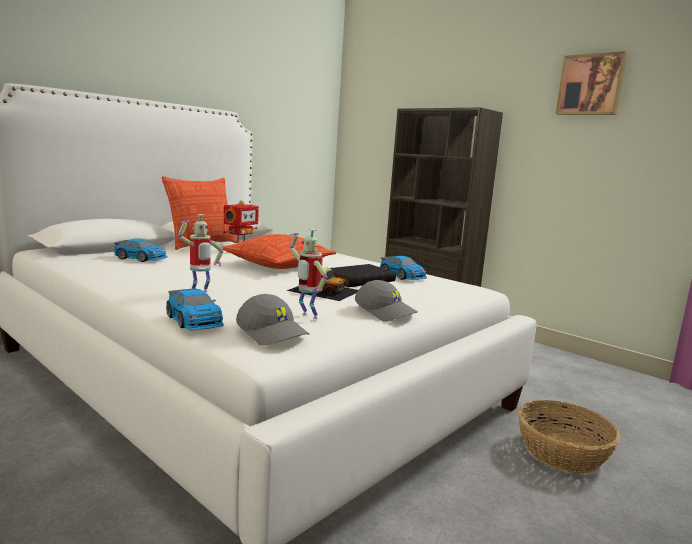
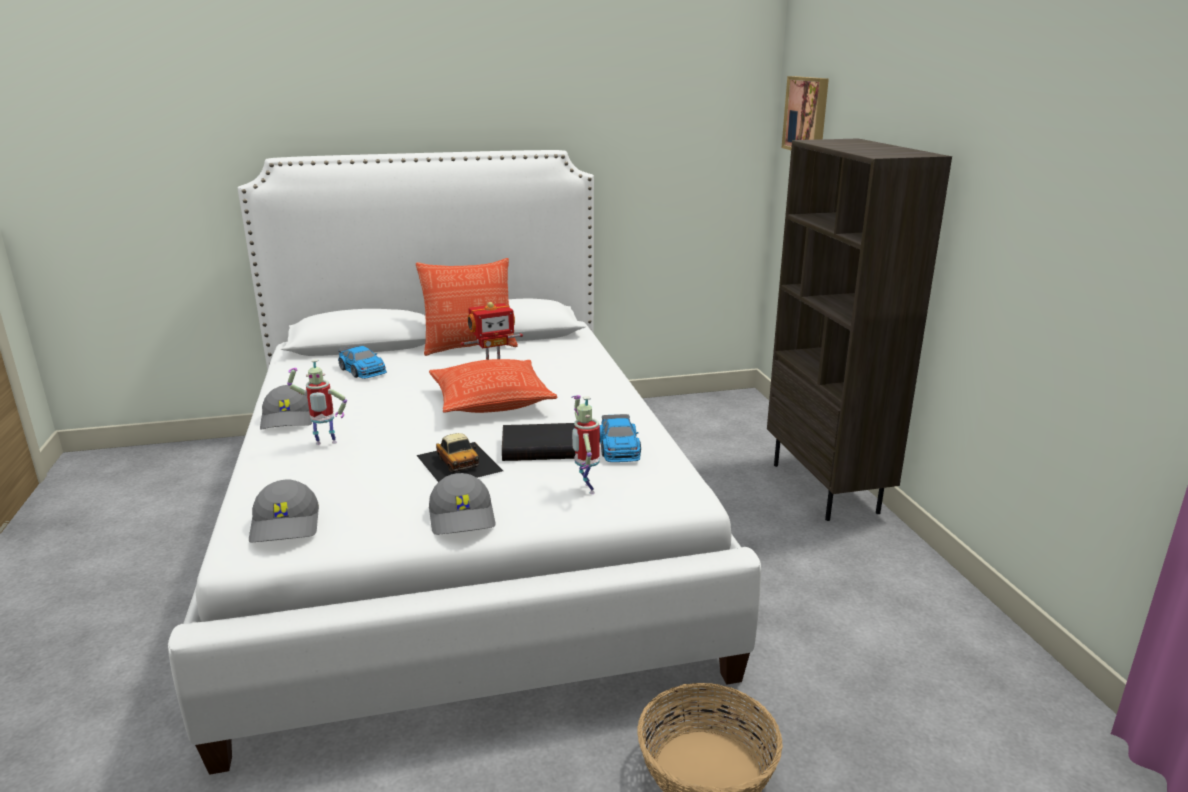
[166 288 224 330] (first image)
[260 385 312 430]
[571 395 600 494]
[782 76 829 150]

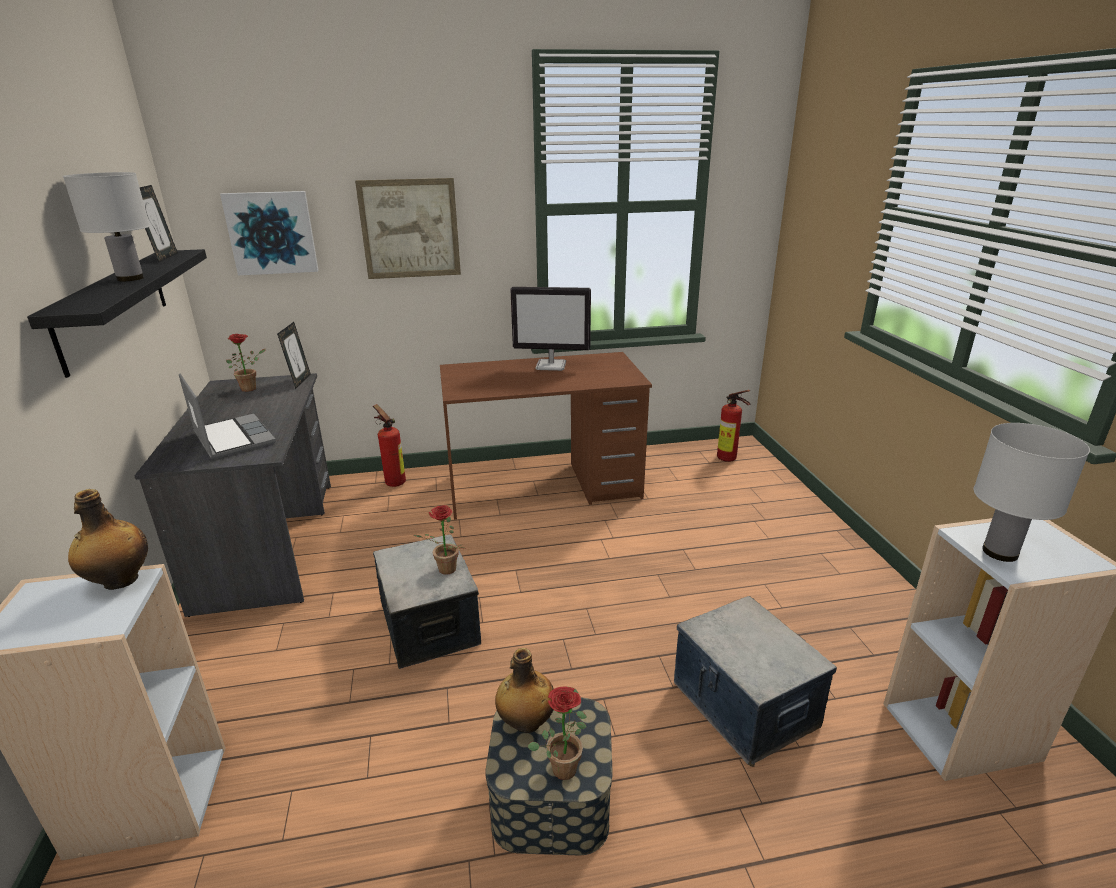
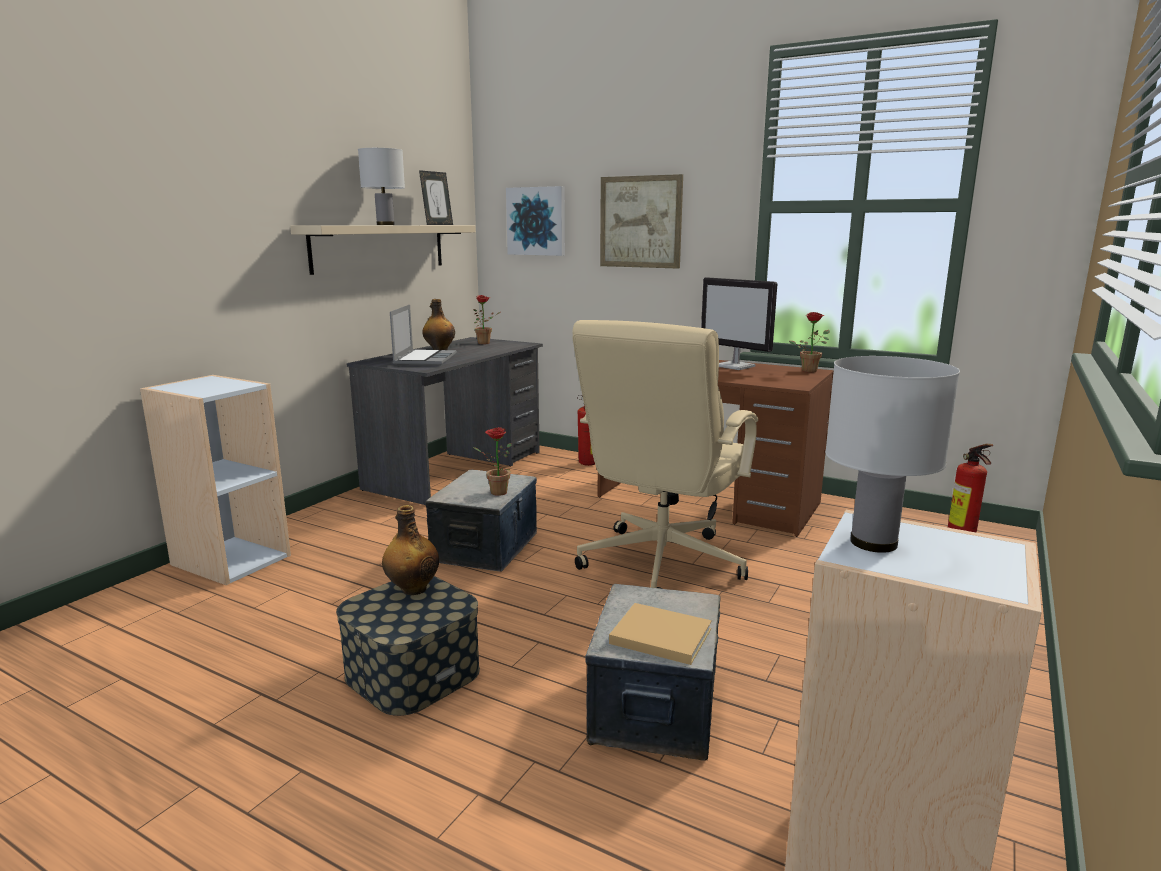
[277 322 311 389] (first image)
[572 320 758 589]
[609 603 712 665]
[422 299 455 350]
[789 312 830 372]
[290 225 476 275]

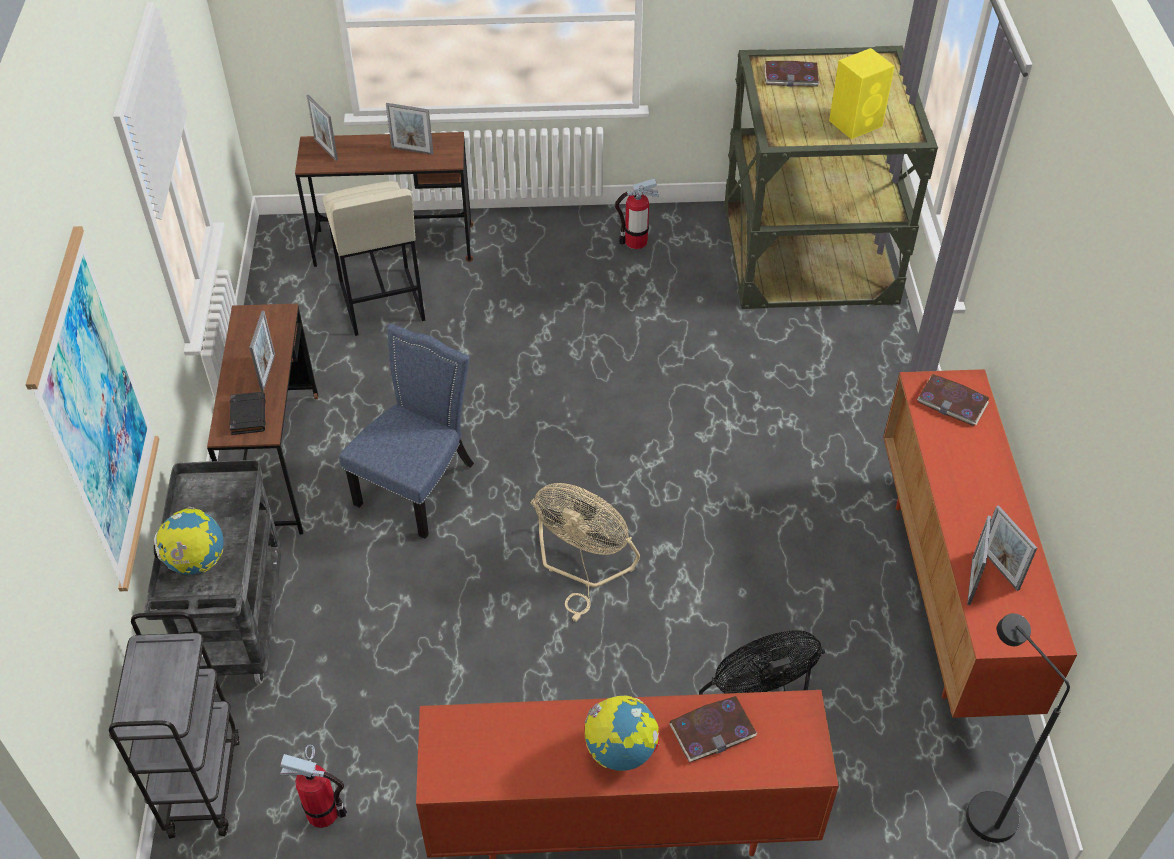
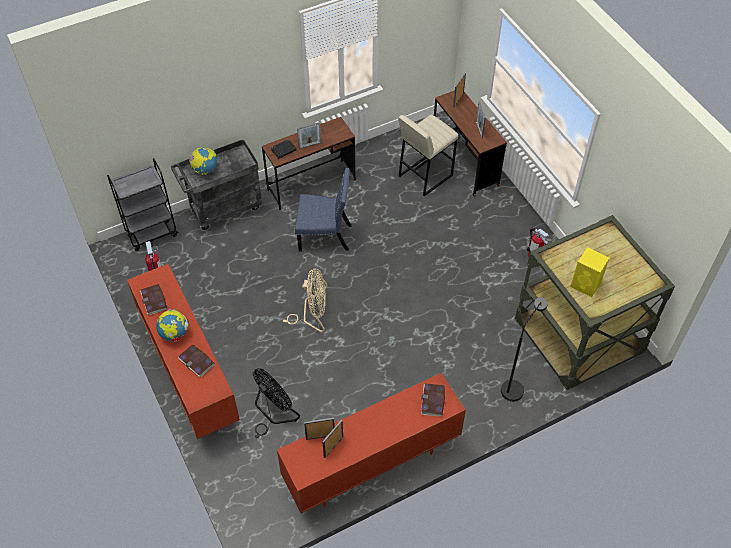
[26 226 159 591] (first image)
[140 284 167 315]
[501 297 547 402]

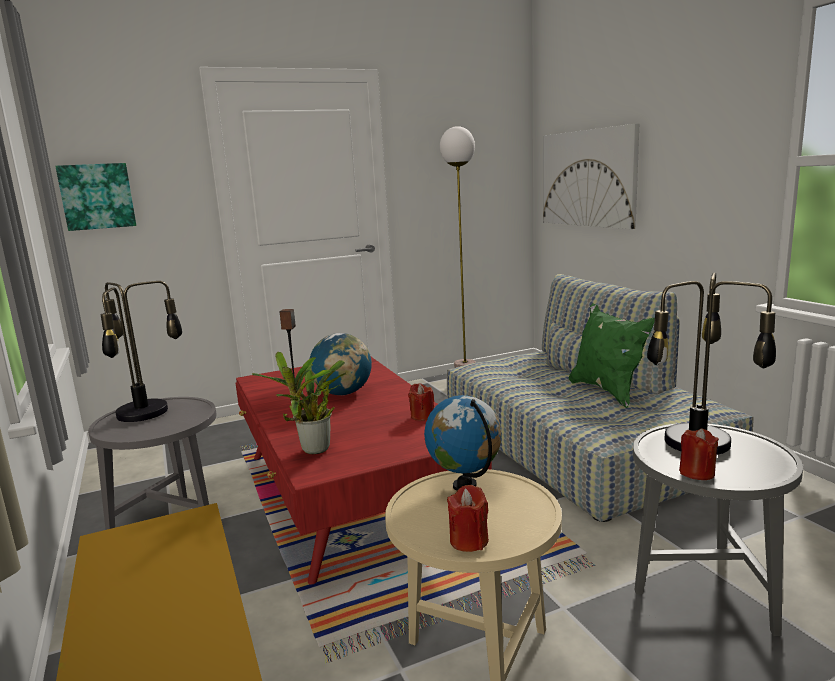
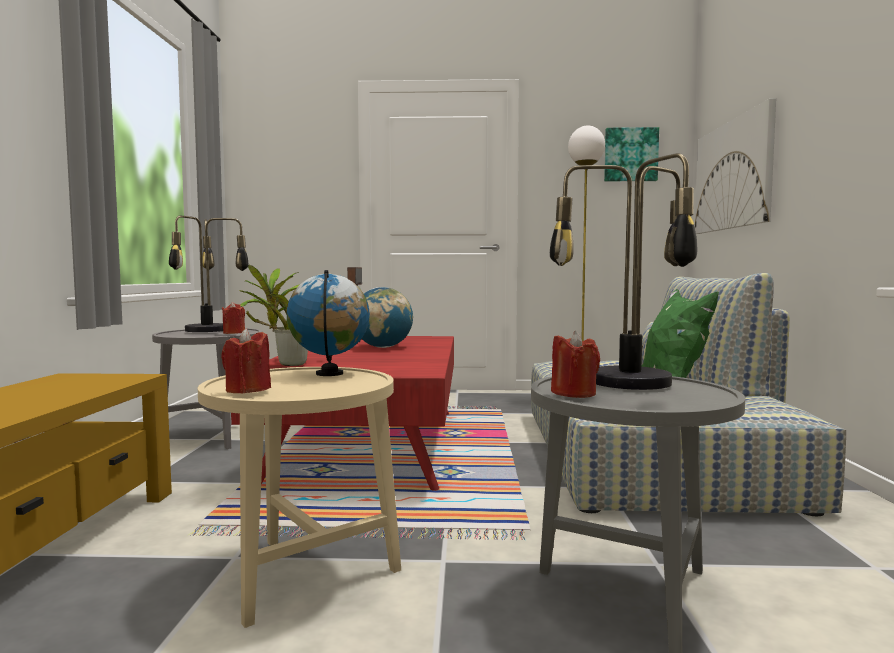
[604 127 659 181]
[222 302 245 334]

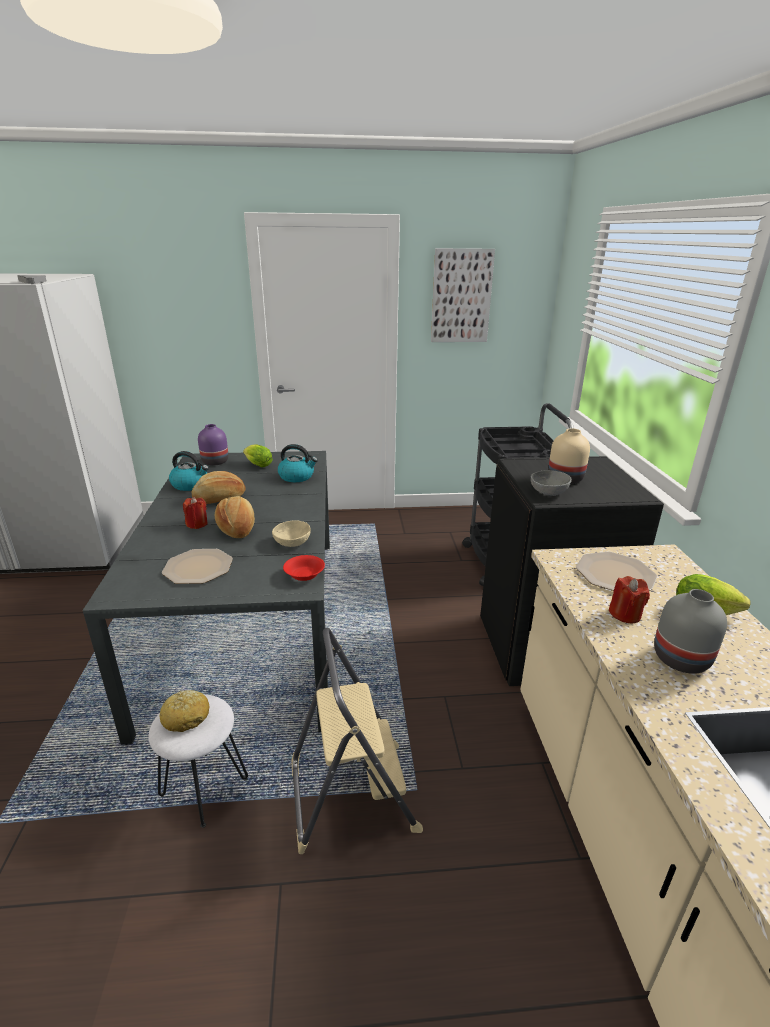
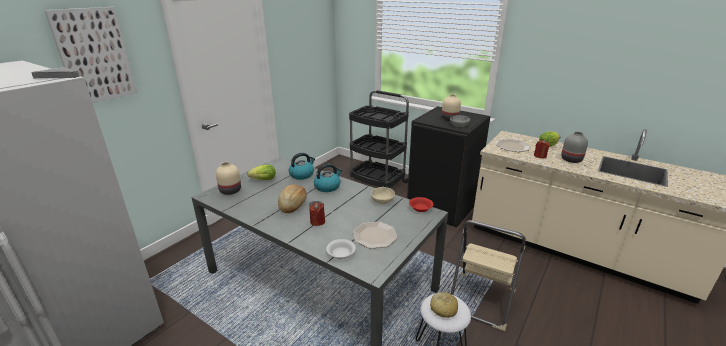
[215 496 255 538] (first image)
[326 239 356 259]
[314 164 342 192]
[44 7 137 103]
[216 162 241 195]

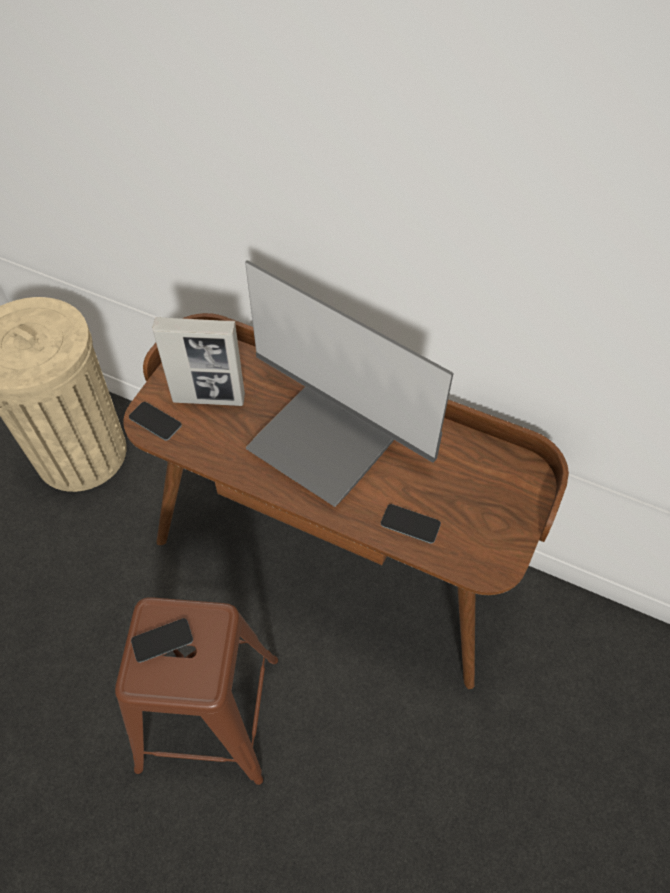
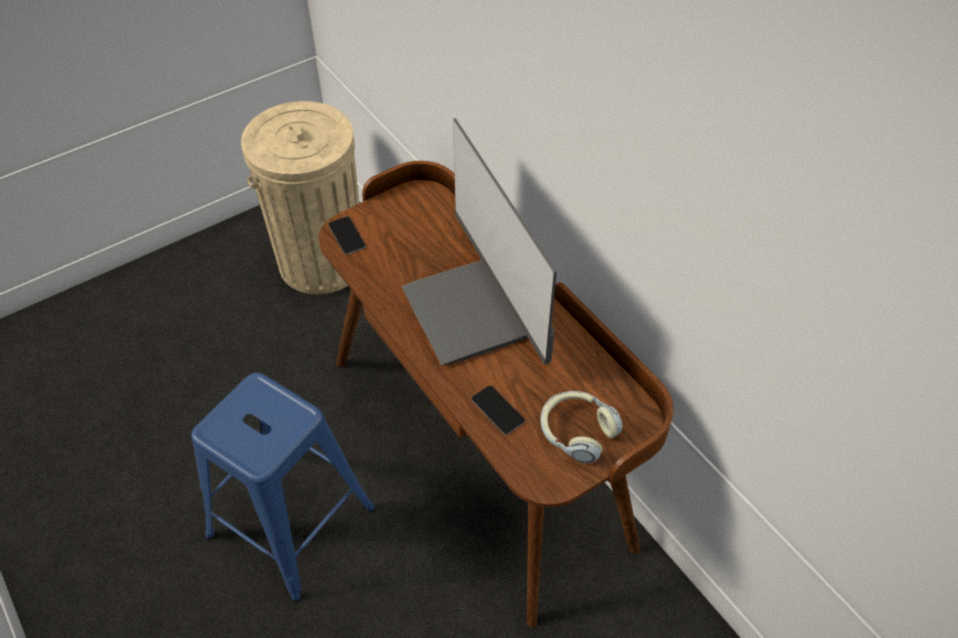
[131 618 193 663] (first image)
[152 317 245 406] (first image)
[541 391 623 464]
[191 373 376 603]

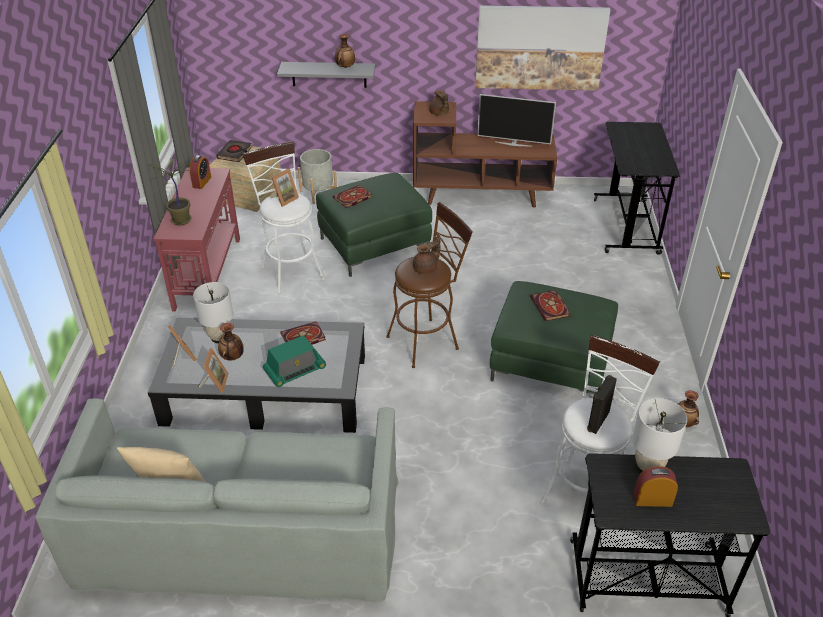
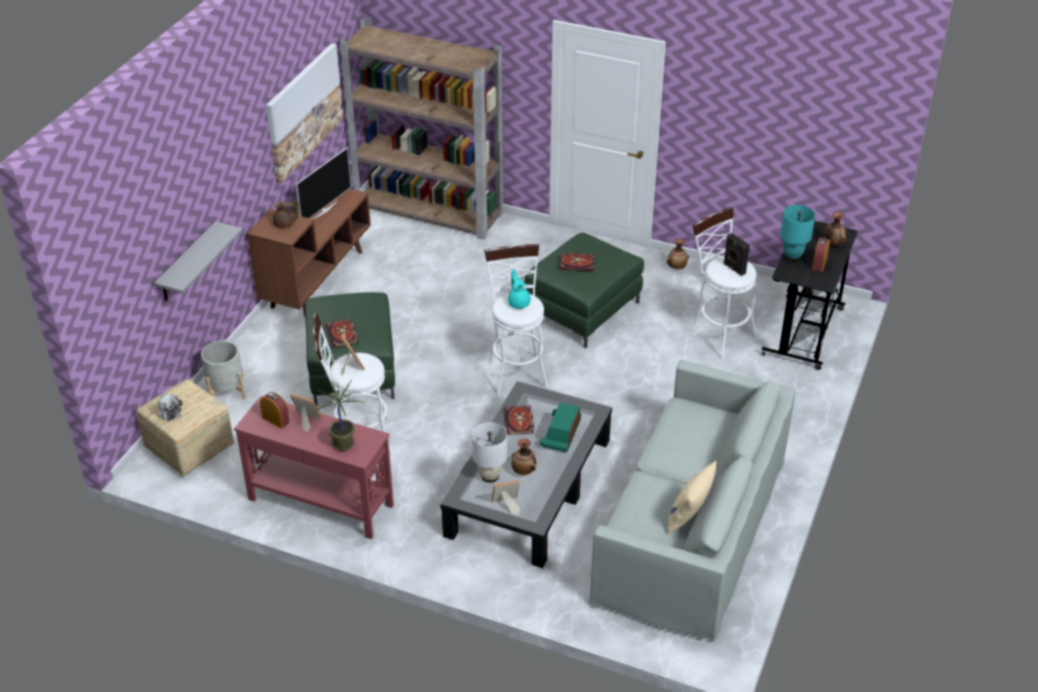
[290 393 322 433]
[824 212 846 246]
[157 393 183 421]
[340 18 503 240]
[484 244 548 395]
[508 269 531 309]
[780 205 815 261]
[540 403 581 452]

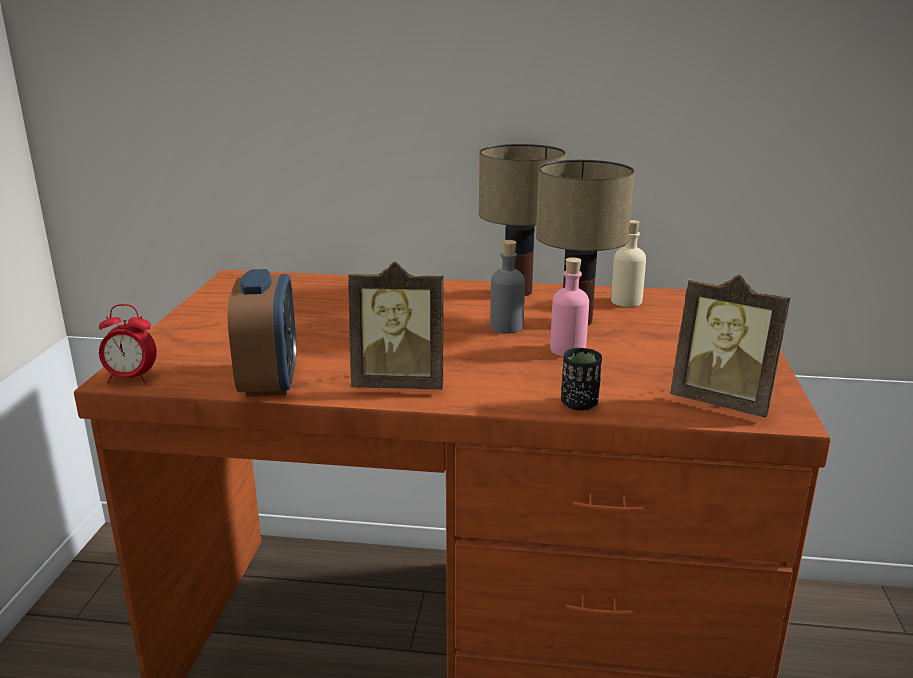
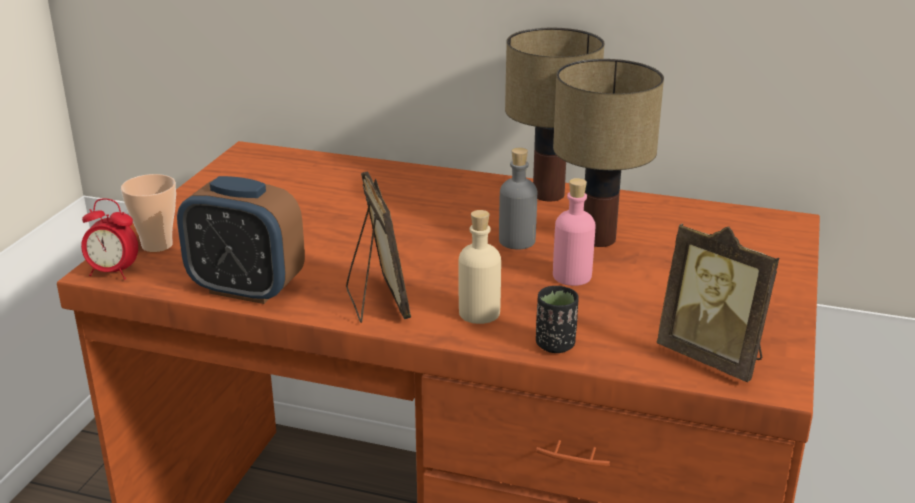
[121 174 176 252]
[459 210 501 324]
[177 176 305 304]
[346 172 411 323]

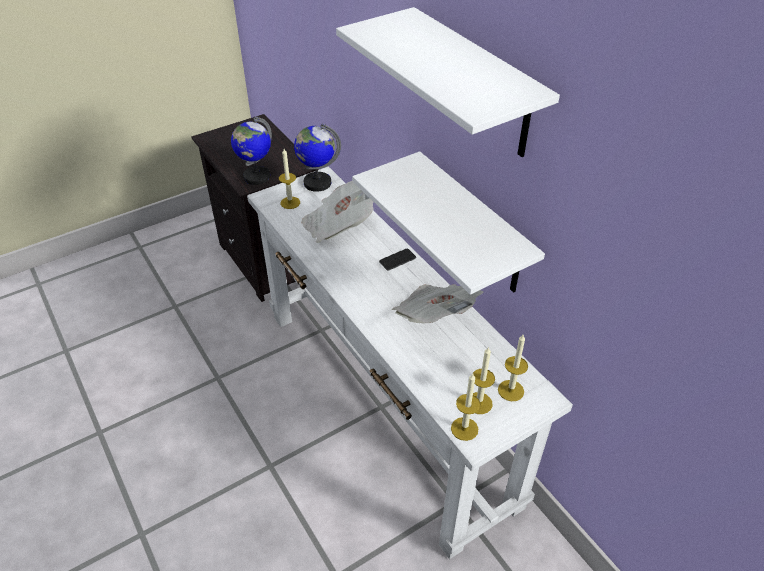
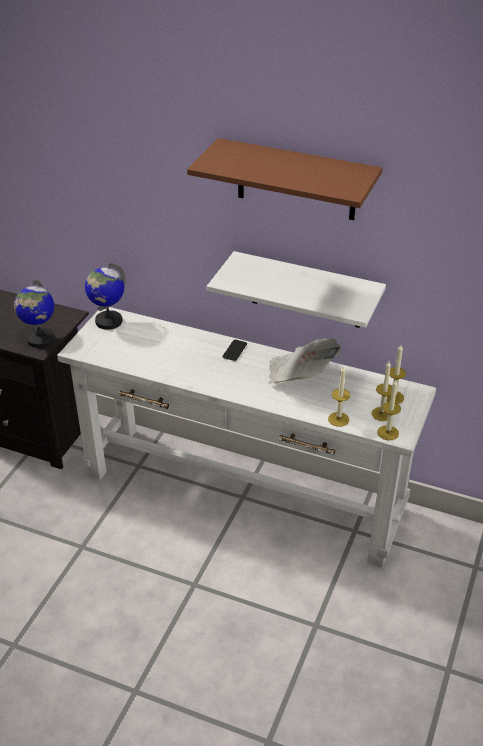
[301 181 373 243] (first image)
[328 366 350 427]
[187 138 382 220]

